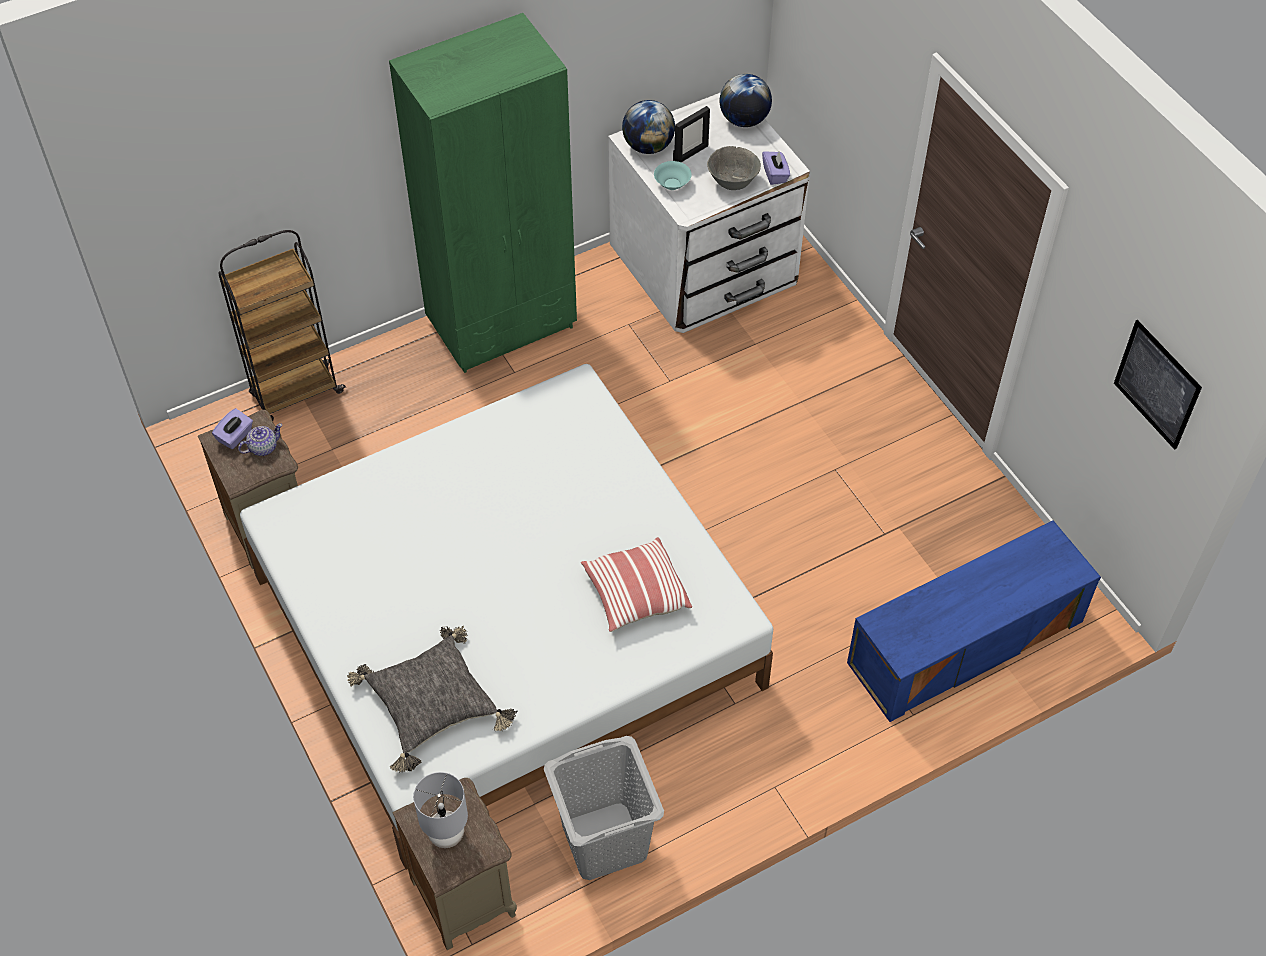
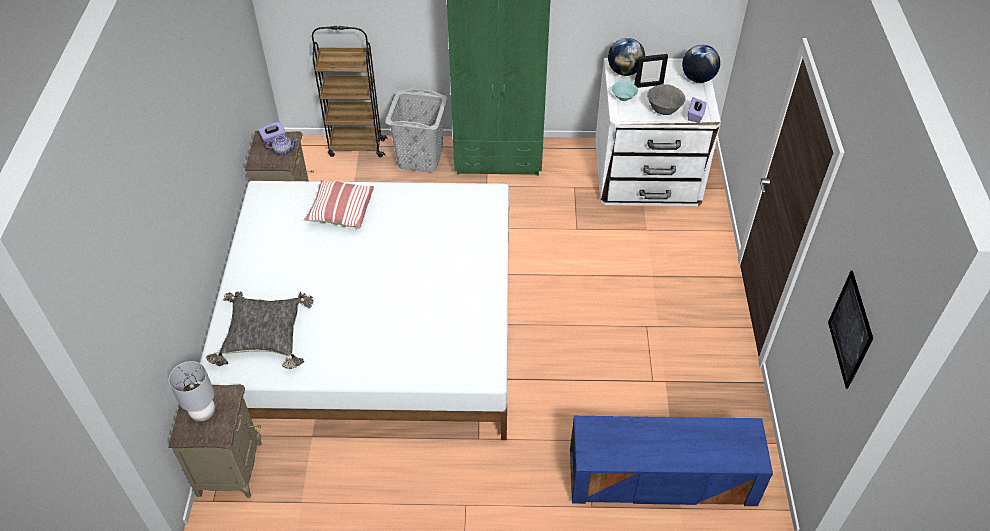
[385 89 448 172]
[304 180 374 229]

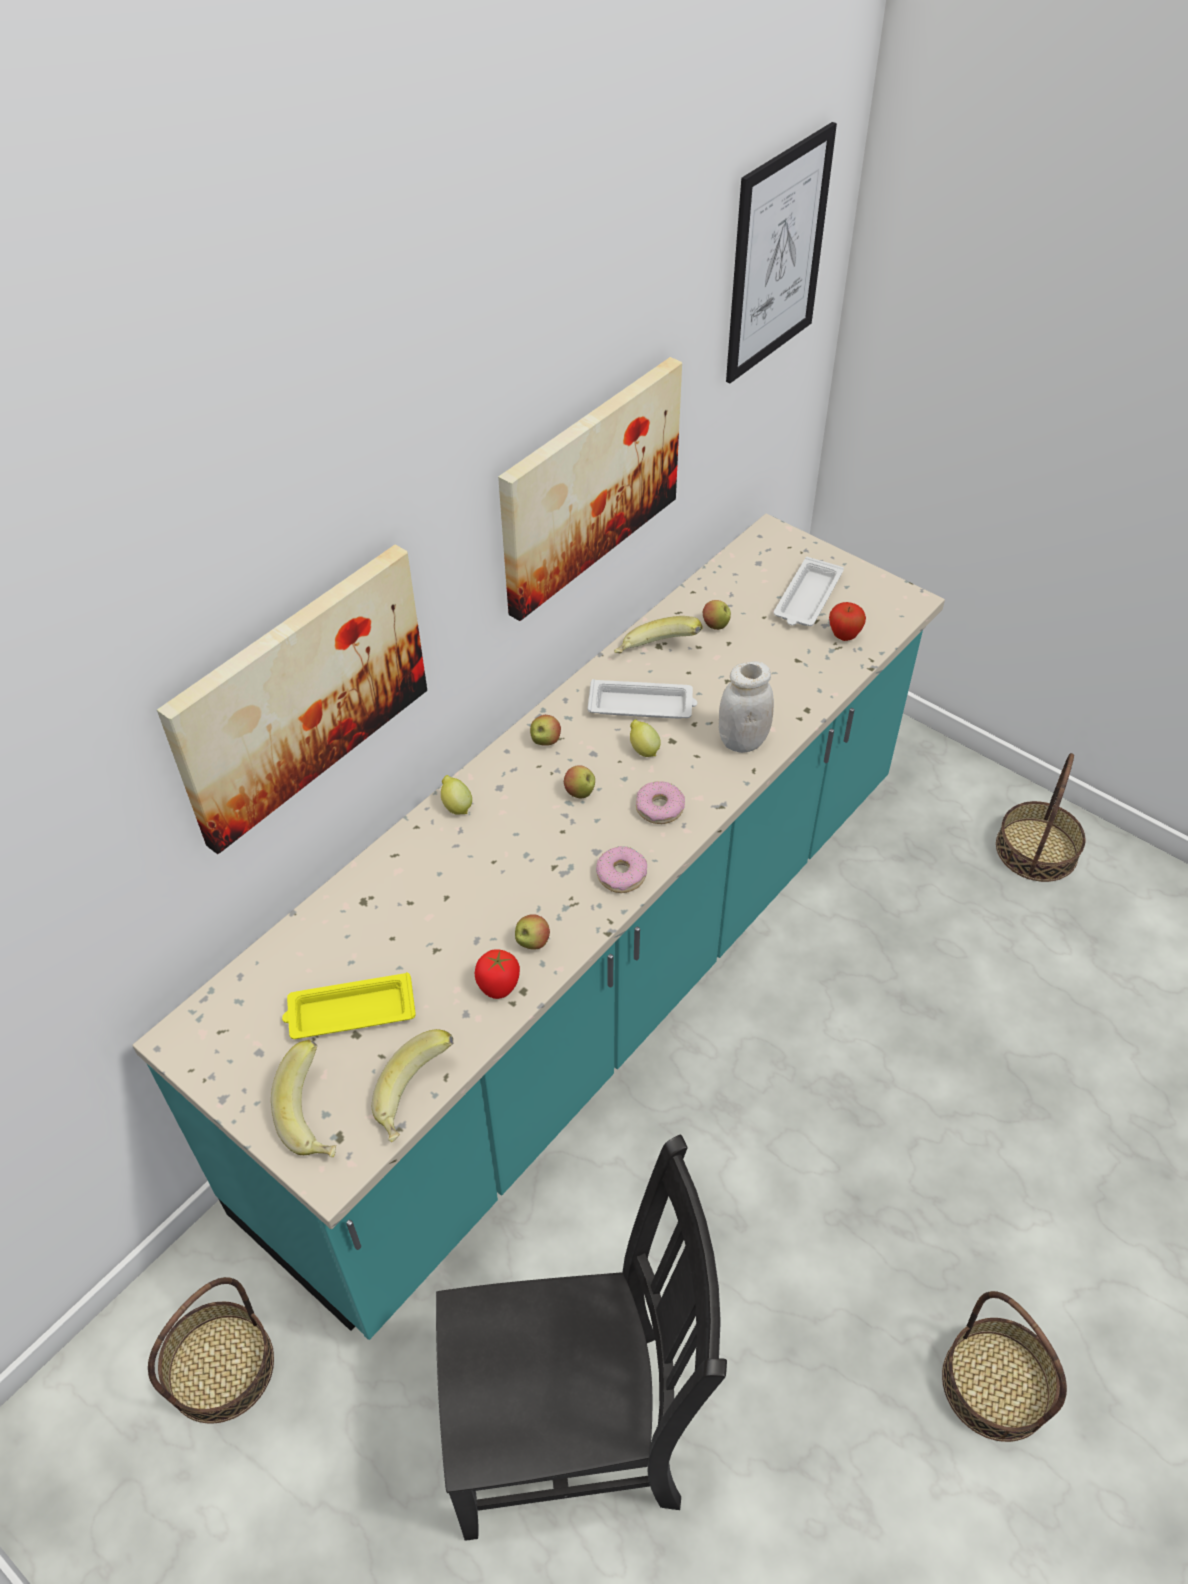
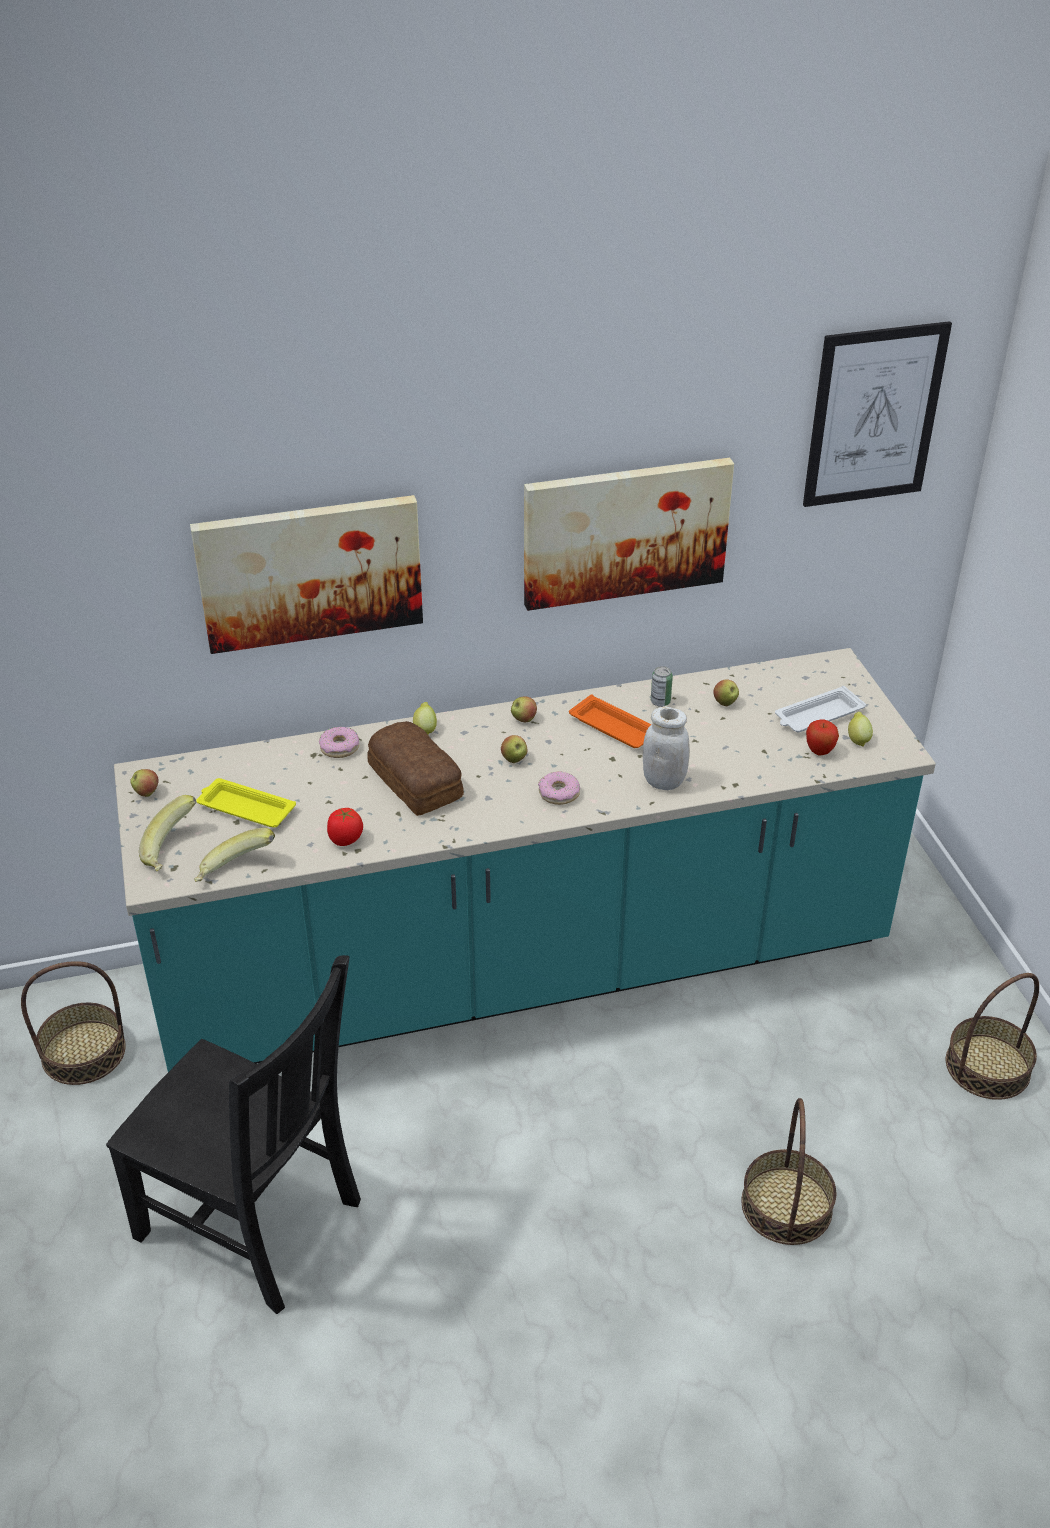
[367 721 464 816]
[130 769 159 797]
[319 727 359 758]
[848 712 873 747]
[741 1098 836 1245]
[651 666 673 707]
[569 694 651 748]

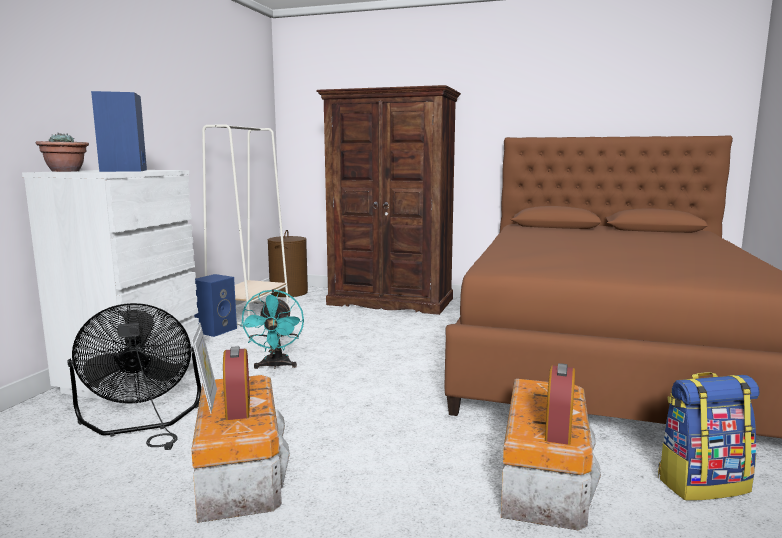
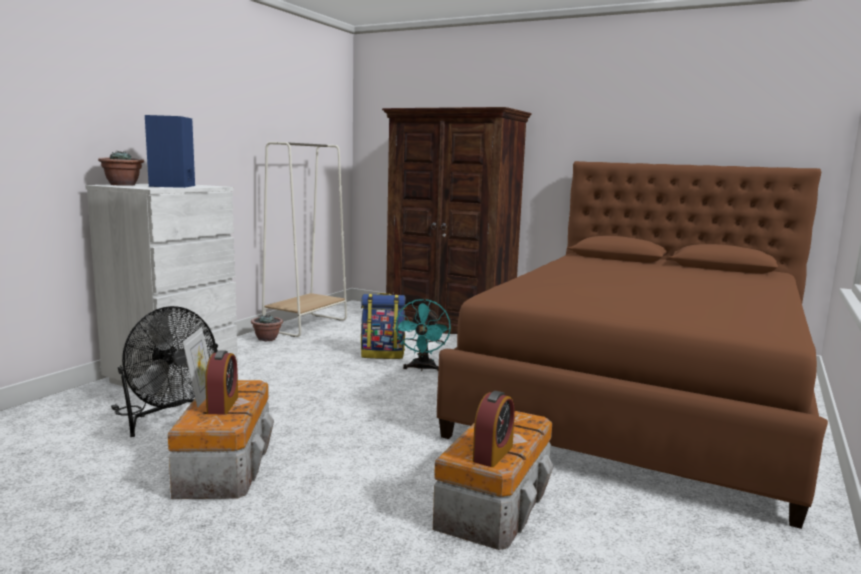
[267 230 308 297] (first image)
[394 299 451 371]
[361 293 406 359]
[251 314 283 341]
[111 306 218 437]

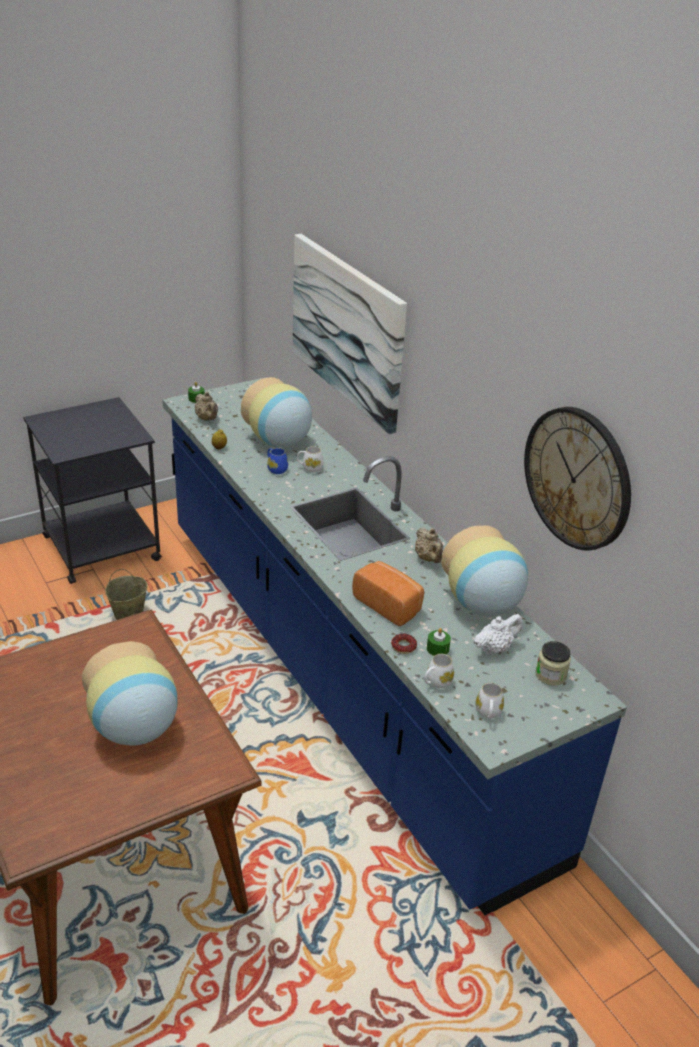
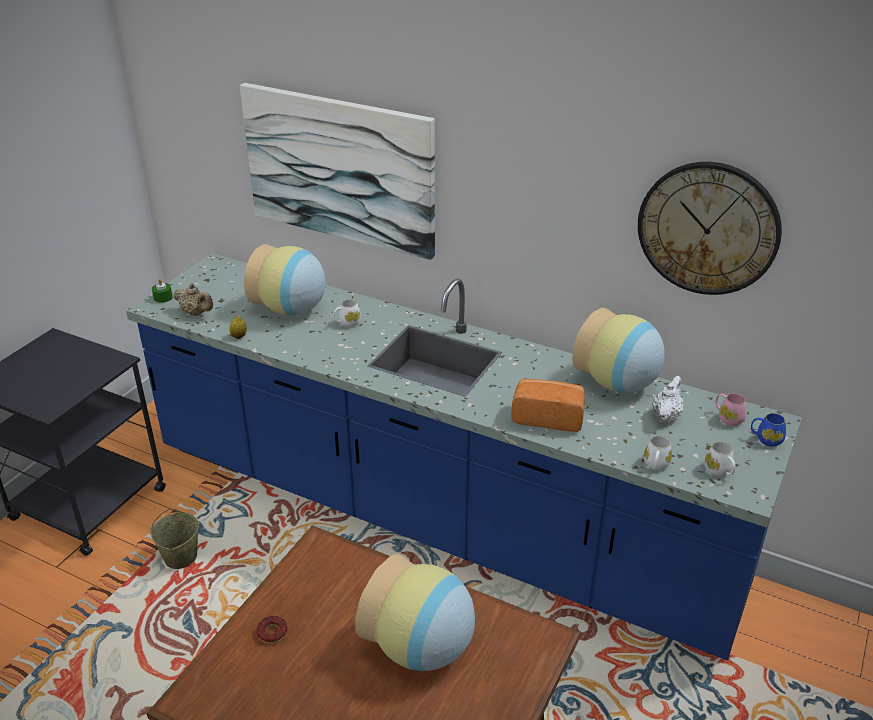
[415 527 443 563] (first image)
[427 628 451 656] (first image)
[751 413 786 447]
[256 616 288 644]
[716 393 746 426]

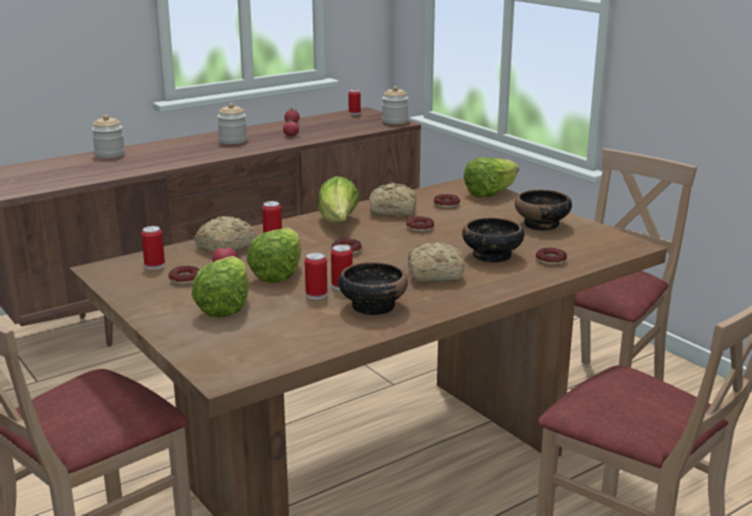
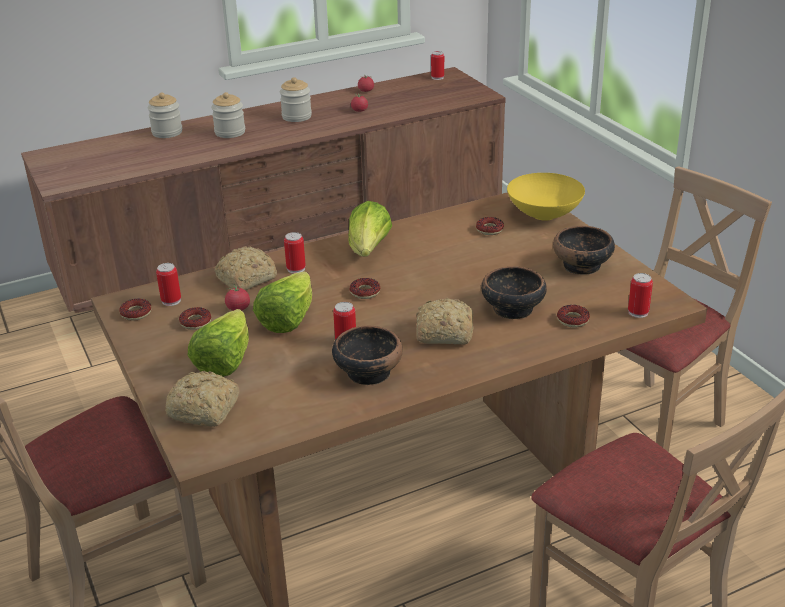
[628 273 653 318]
[165 371 240 427]
[211 92 245 138]
[119 298 151 321]
[507 173 585 221]

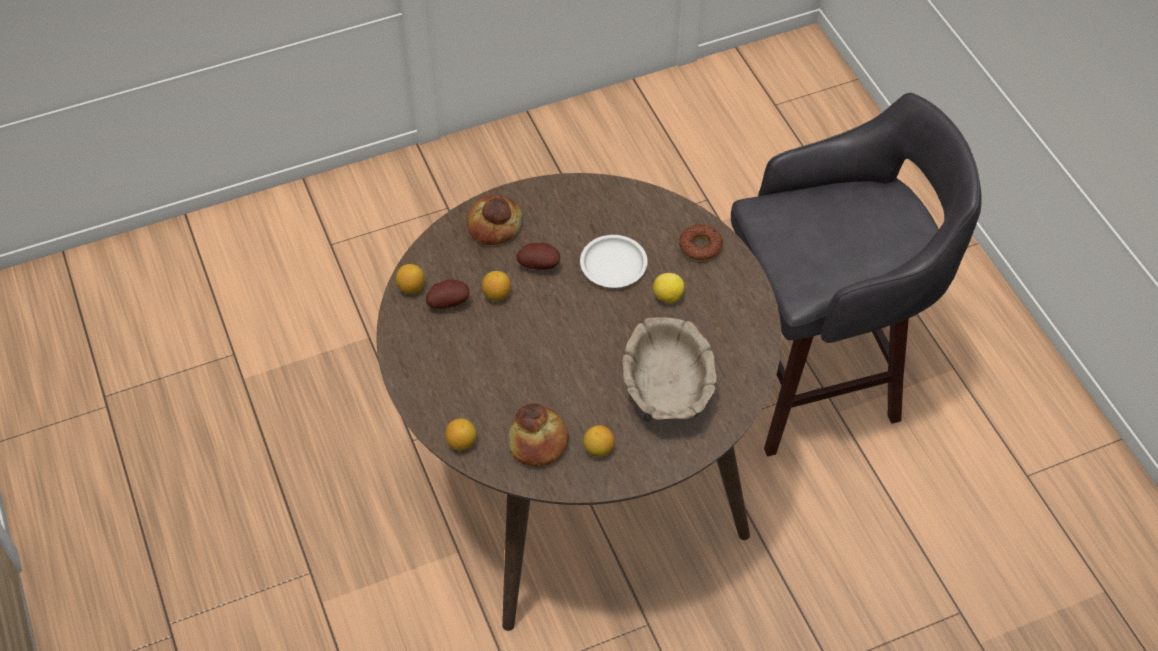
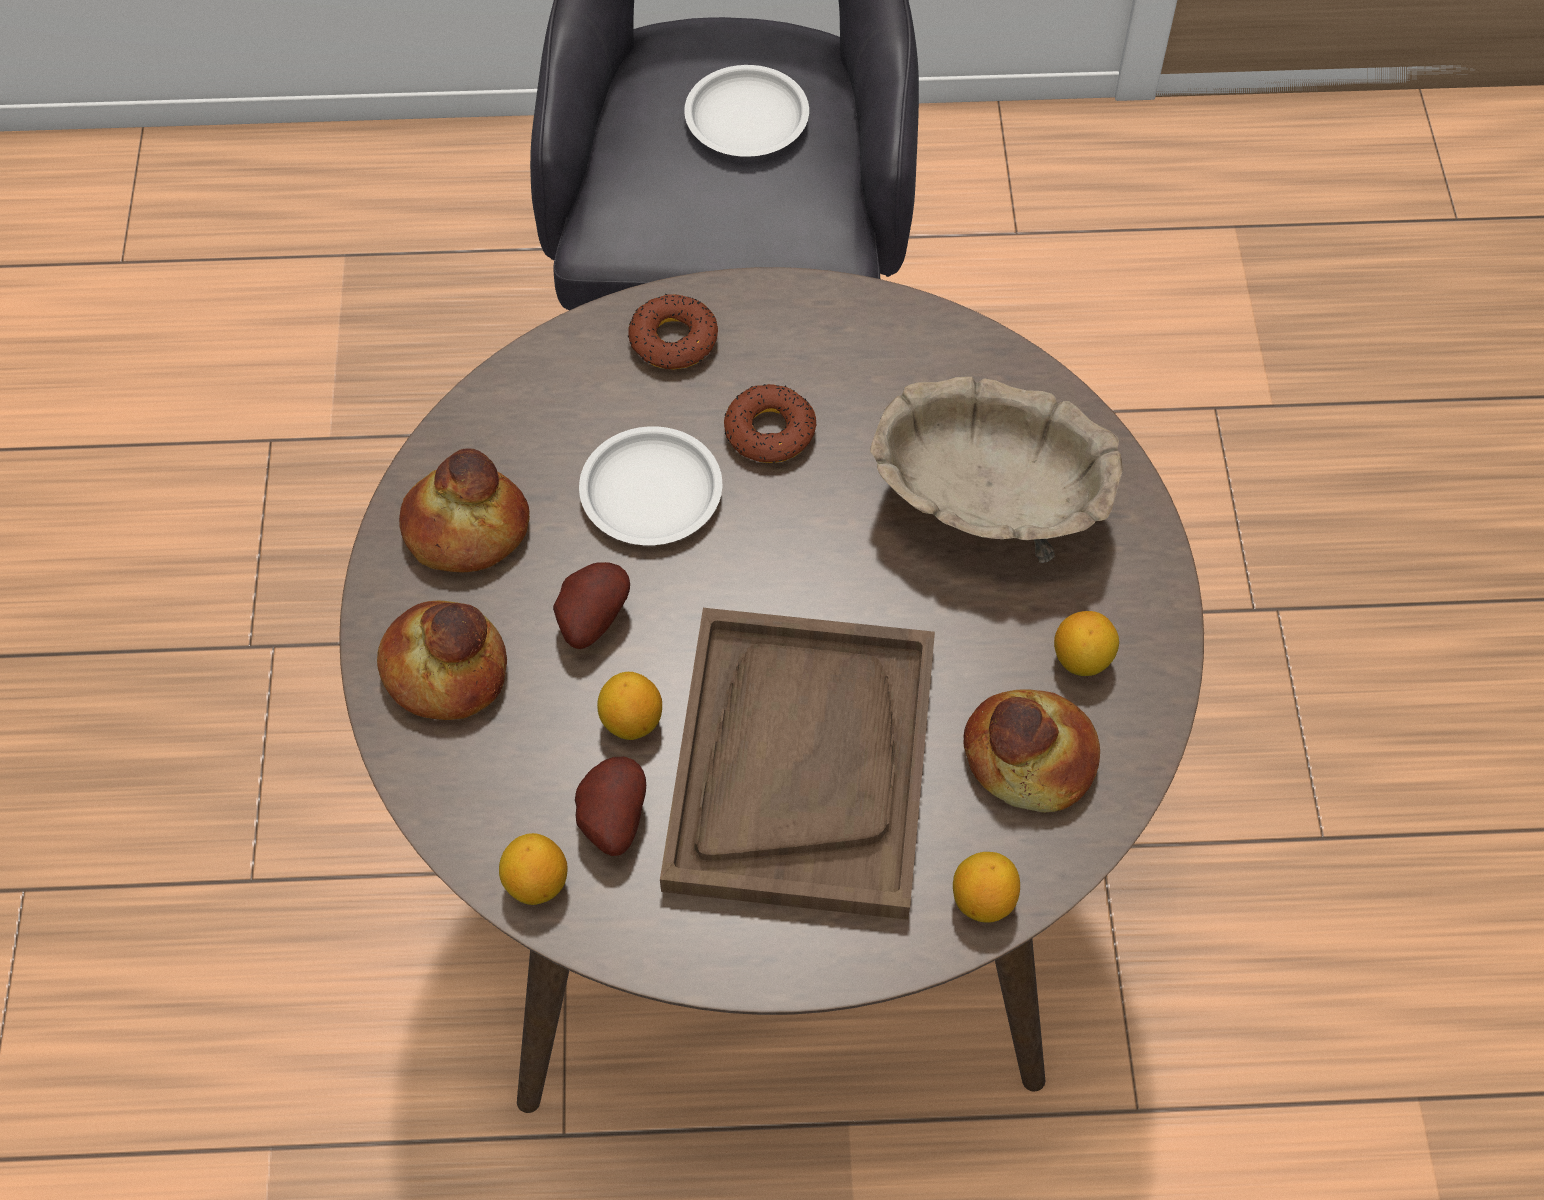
[399 448 530 572]
[660 608 935 920]
[684 65 809 157]
[724 384 816 463]

